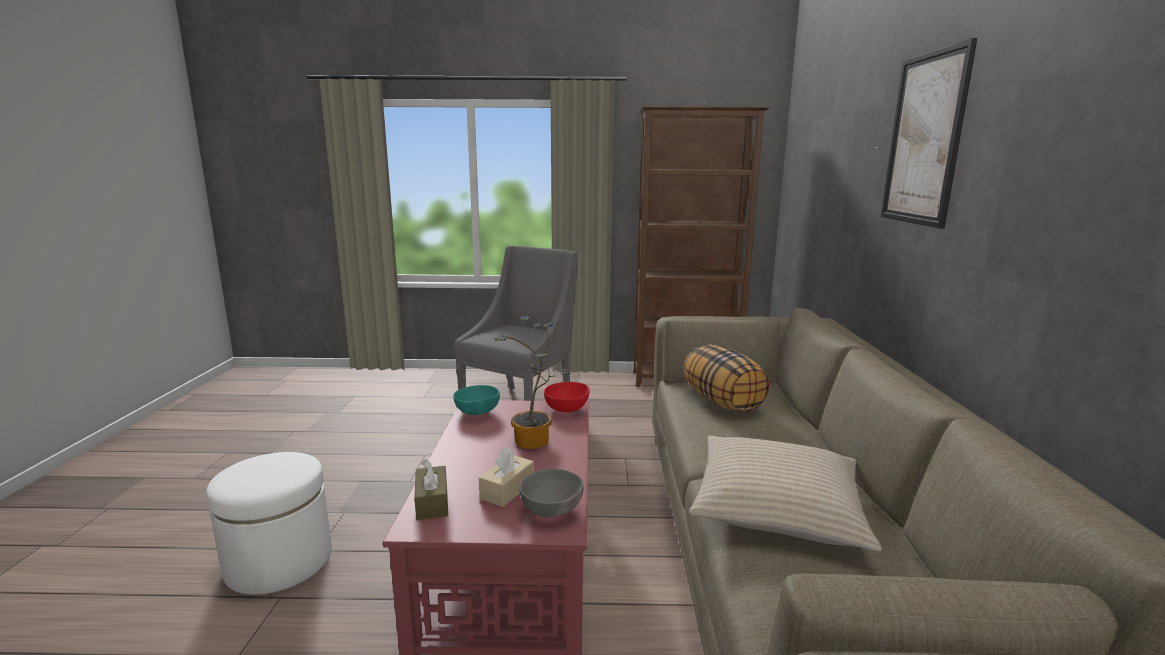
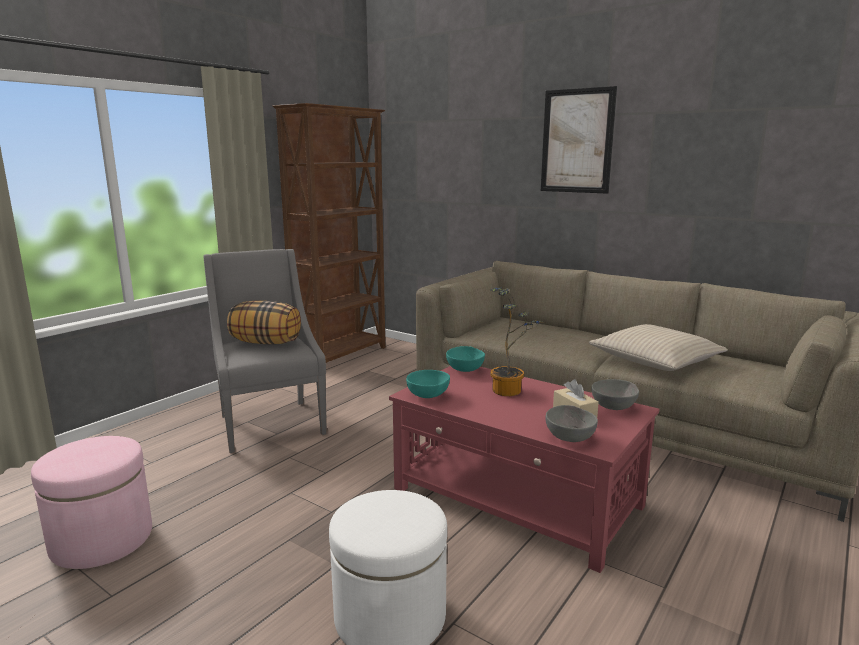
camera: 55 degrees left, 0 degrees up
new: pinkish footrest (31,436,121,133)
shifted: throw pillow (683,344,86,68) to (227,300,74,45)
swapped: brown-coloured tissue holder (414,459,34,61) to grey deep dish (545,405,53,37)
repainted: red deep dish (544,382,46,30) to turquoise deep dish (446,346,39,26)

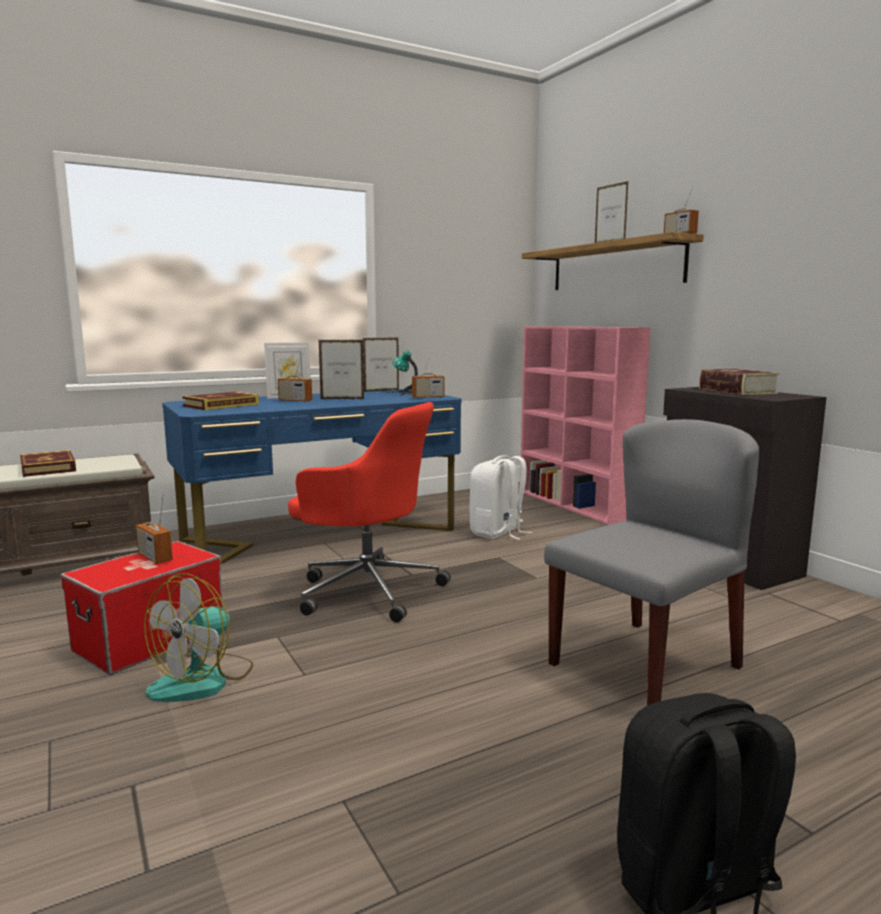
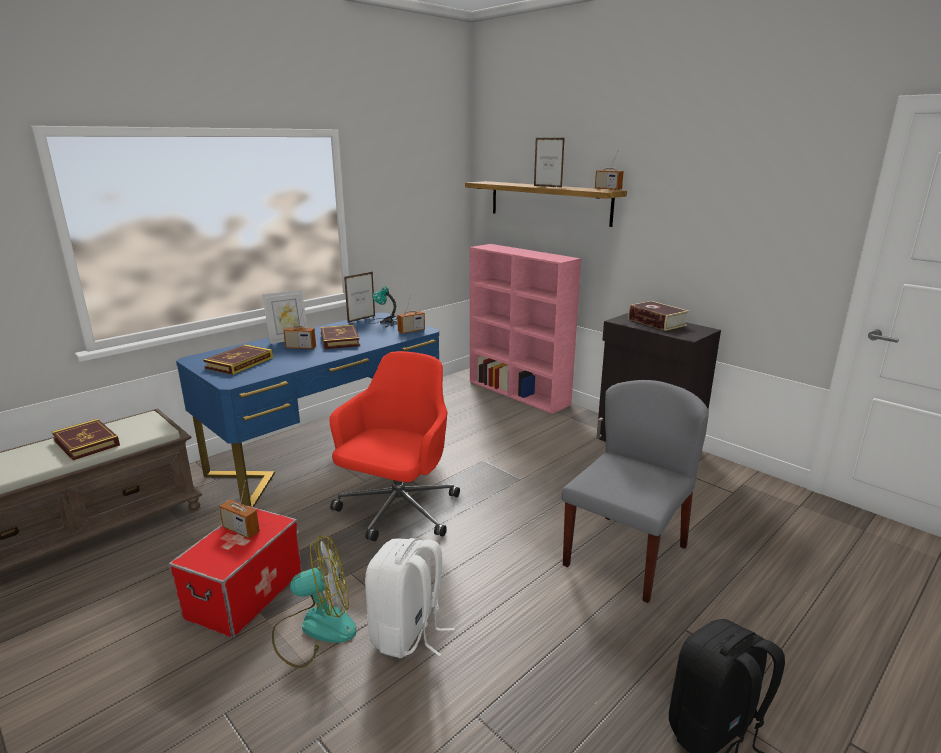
camera: 15 degrees left, 10 degrees up
shifted: white rucksack (469,455,64,85) to (365,538,90,120)
swapped: photo frame (319,340,45,59) to bound book (321,325,39,24)
rotated: electric fan (144,573,109,129) = (272,536,84,132) 120 degrees counterclockwise; red desk chair (288,402,163,221) = (330,351,130,190) 75 degrees counterclockwise

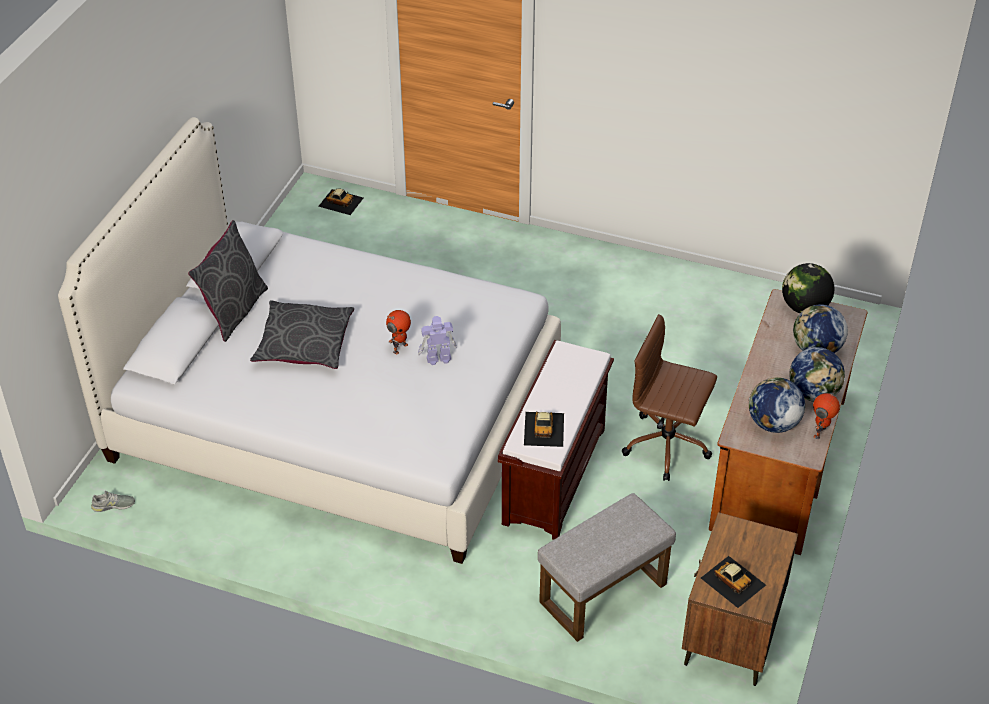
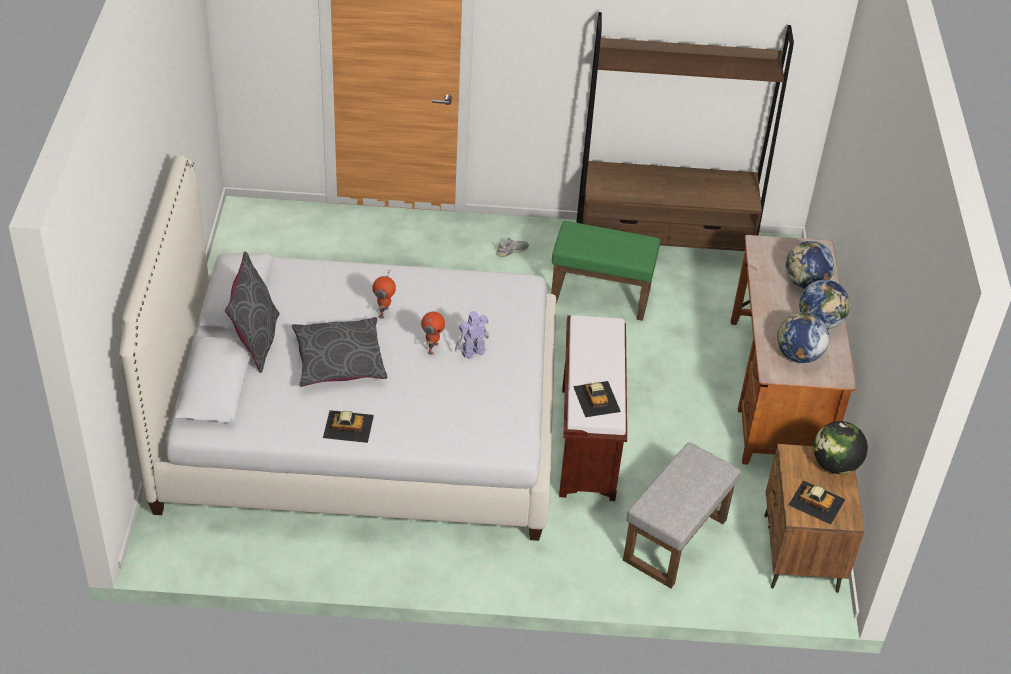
camera: 20 degrees left, 0 degrees up
gone: brown-coloured desk chair (622,314,95,167)
new: greenish footrest (551,221,109,100); brown-coloured bookshelf (576,12,218,239)
shifted: grey shoe (91,491,44,21) to (496,238,33,19); toy car (318,188,45,27) to (323,410,51,33); world globe (782,263,53,50) to (813,421,55,53); model robot (813,388,27,51) to (373,270,23,49)

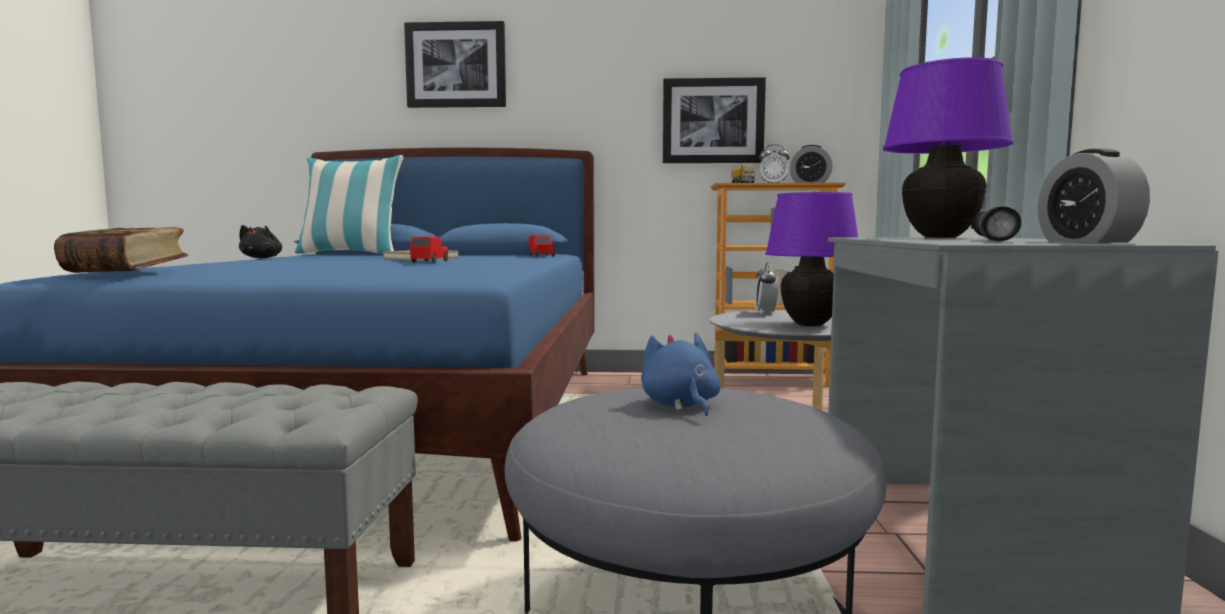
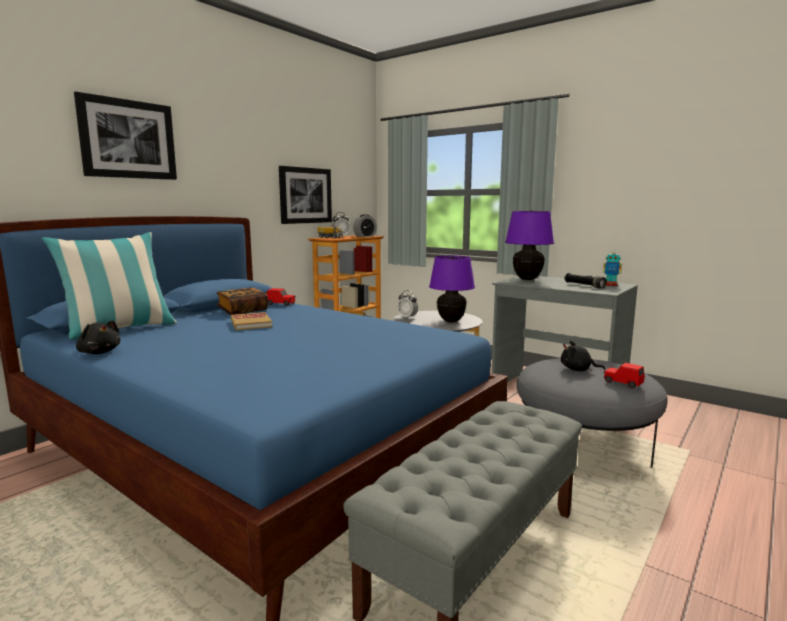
camera: 55 degrees left, 5 degrees up
shifted: bound book (54,227,134,46) to (216,287,52,28); red toy car (410,237,38,26) to (604,363,41,25)
swapped: alarm clock (1038,148,112,95) to model robot (603,251,19,35)
repainted: bluish plush toy (641,333,80,83) to blackish plush toy (561,341,44,31)

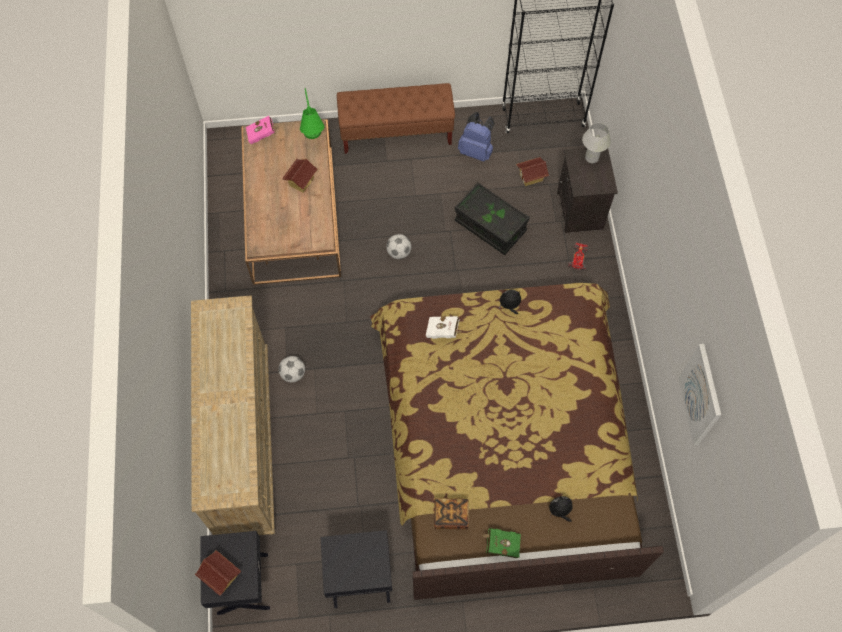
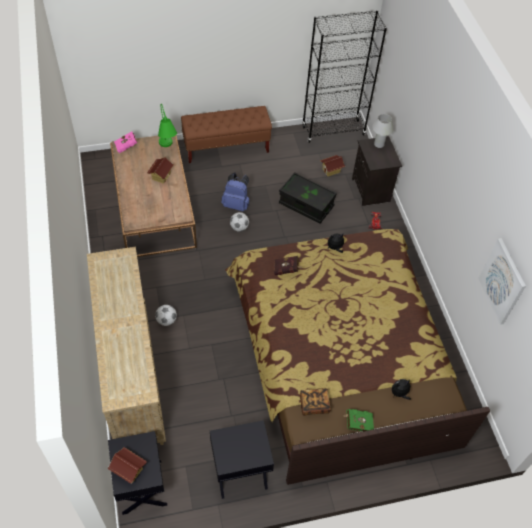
camera: 10 degrees left, 10 degrees down
shifted: bluish rucksack (458,112,37,50) to (222,172,27,39)
repainted: white bound book (426,316,35,23) to red bound book (274,256,28,19)

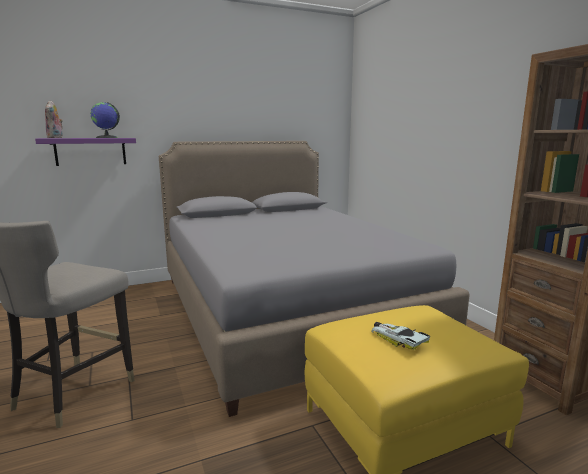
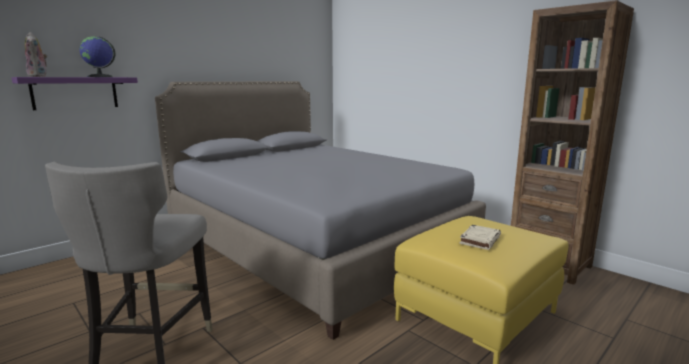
camera: 20 degrees left, 0 degrees up
swapped: toy car (371,322,59,28) to beige bound book (459,225,42,25)

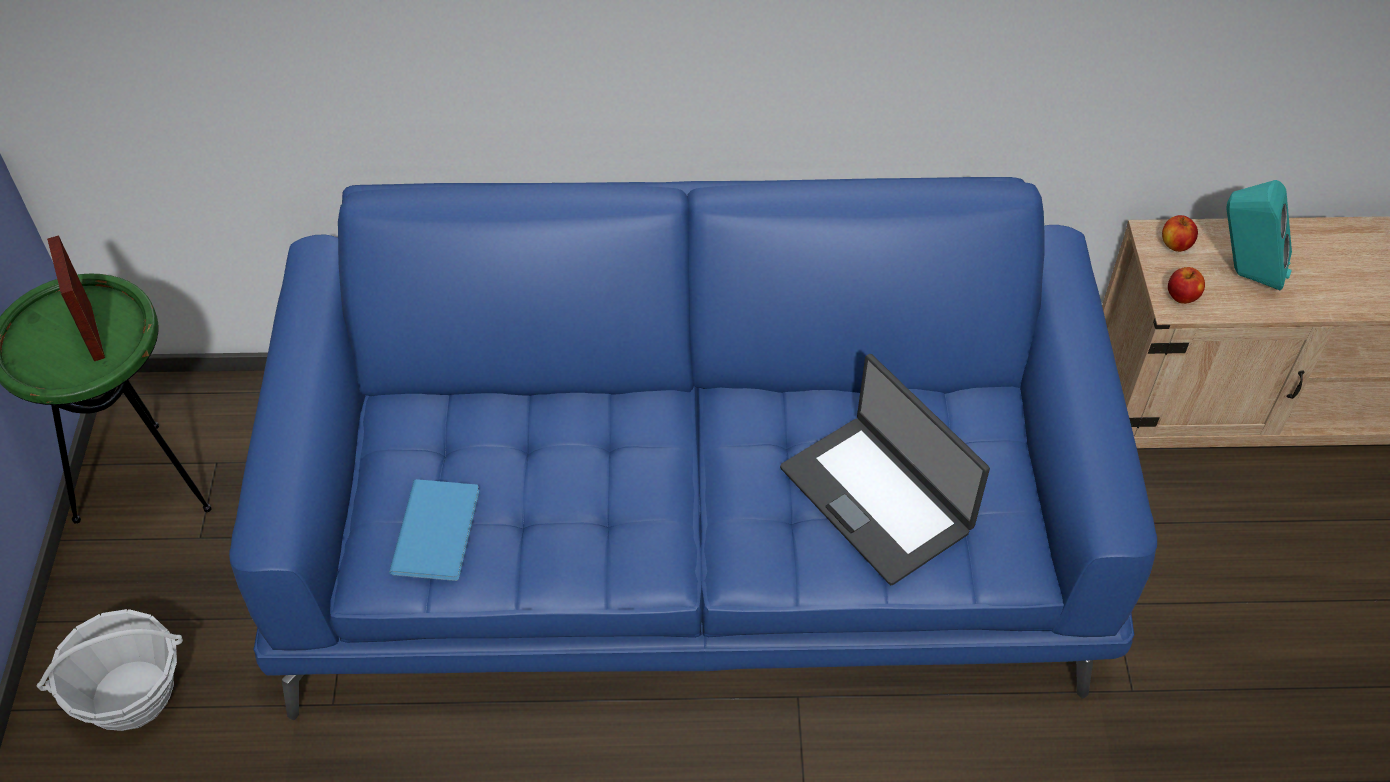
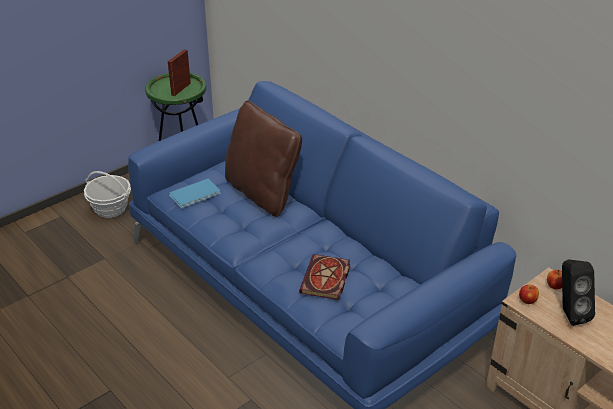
camera: 50 degrees right, 15 degrees down
new: brown-coloured throw pillow (225,100,77,117)
swapped: notebook computer (780,354,210,231) to bound book (299,254,51,46)
repainted: turquoise speaker (1226,180,66,111) to blackish speaker (562,260,33,66)

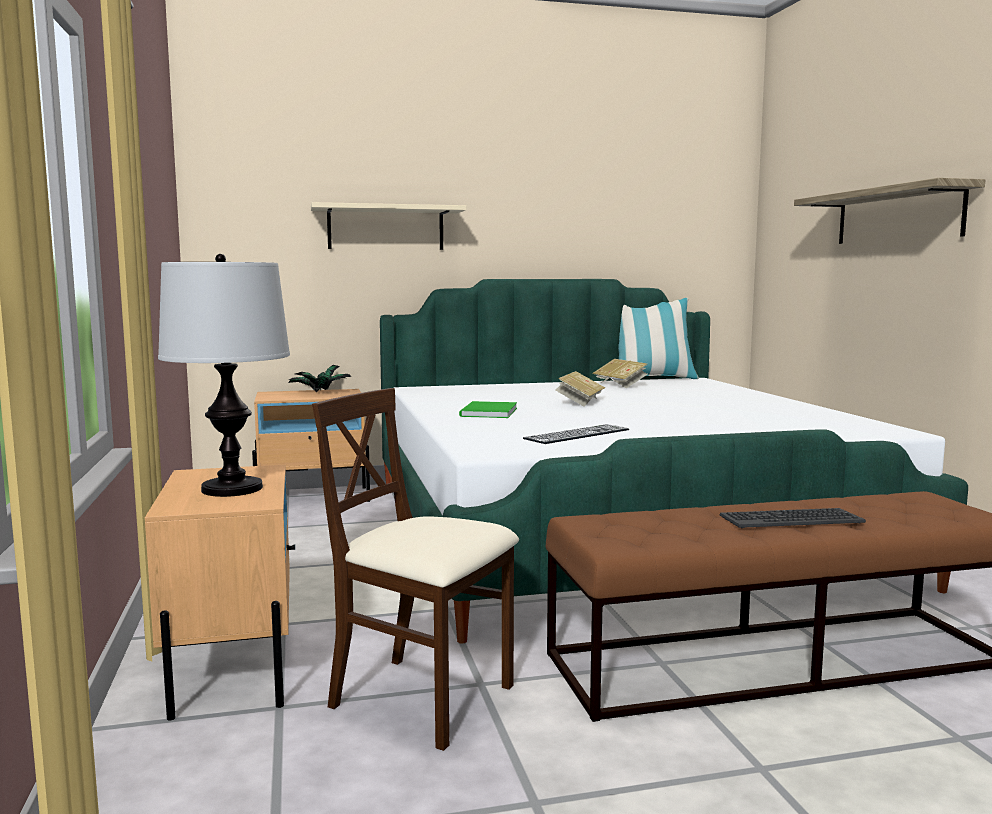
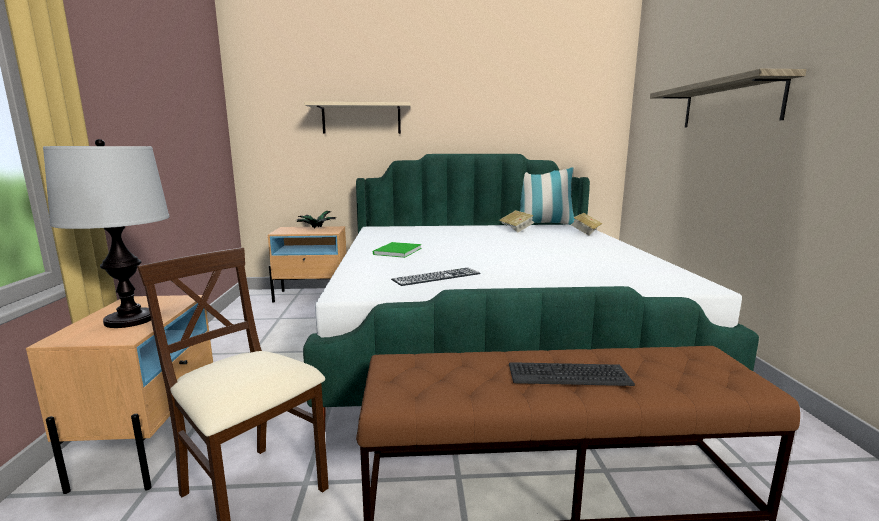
camera: 10 degrees right, 5 degrees up
shifted: bound book (555,371,50,35) to (571,213,32,23)

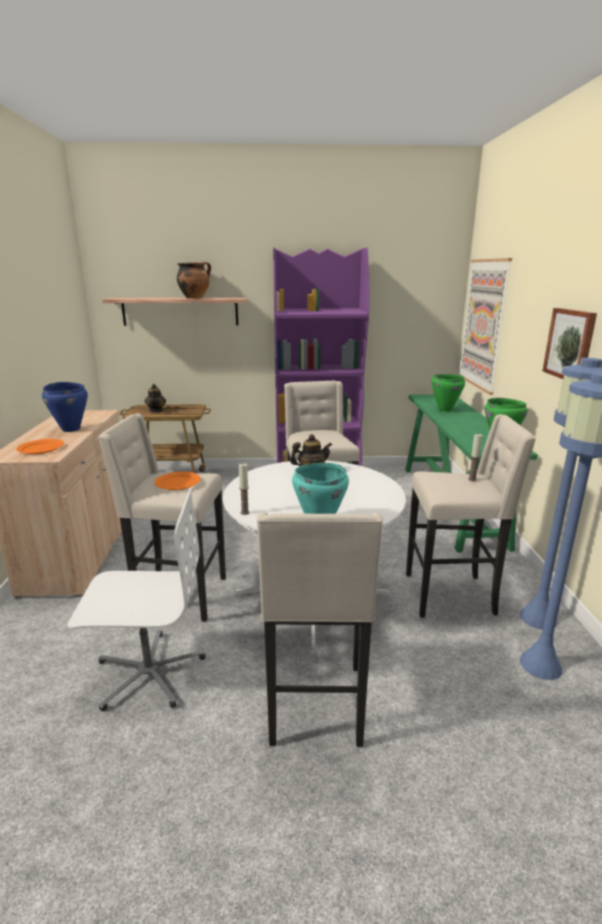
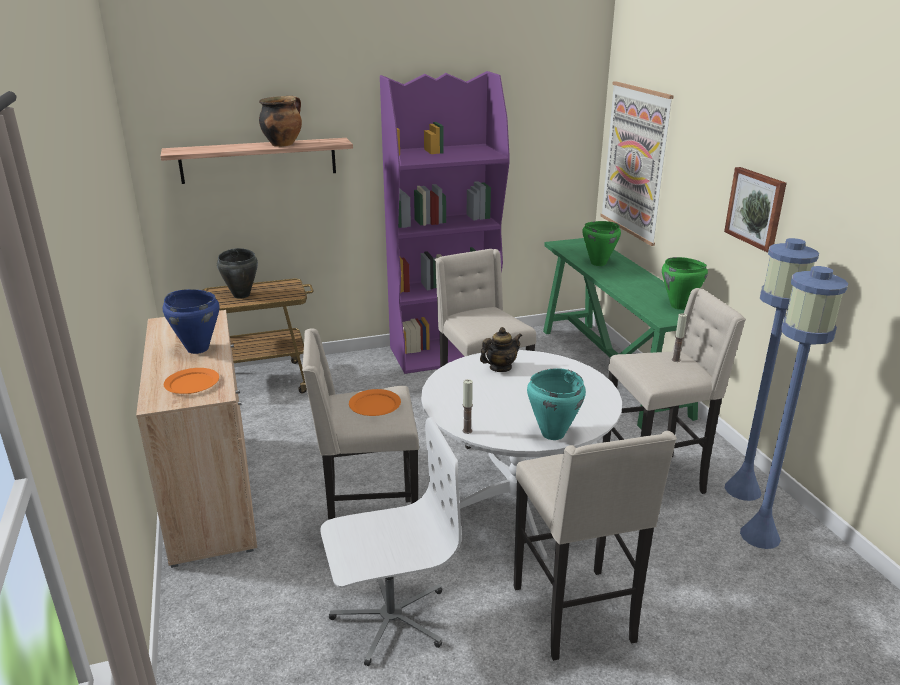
camera: 15 degrees left, 5 degrees up
swapped: teapot (145,384,21,29) to blackish saucepot (217,248,41,51)

